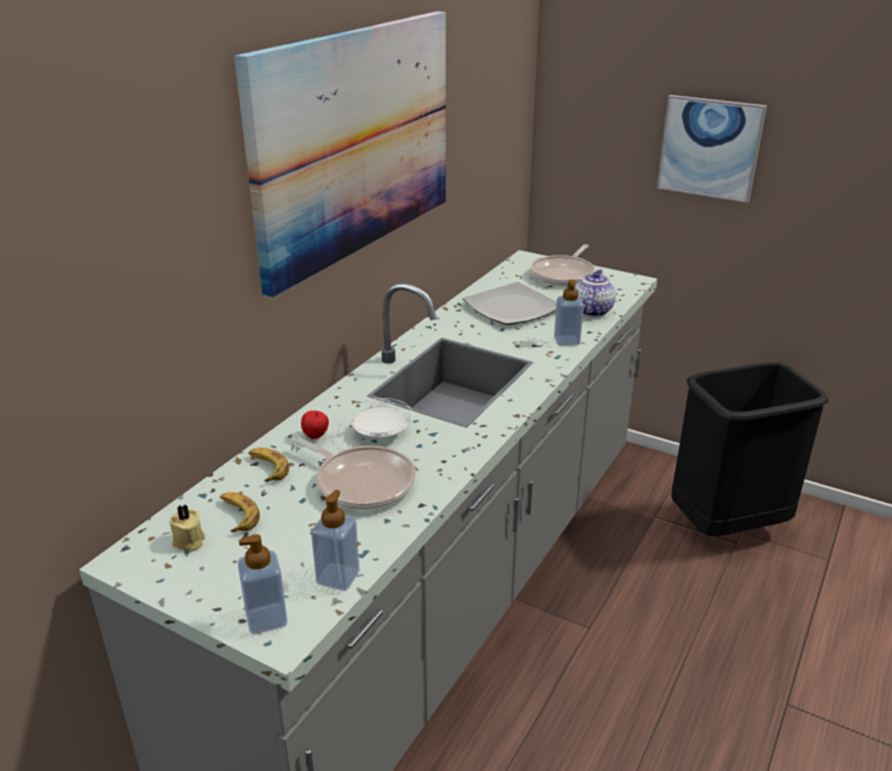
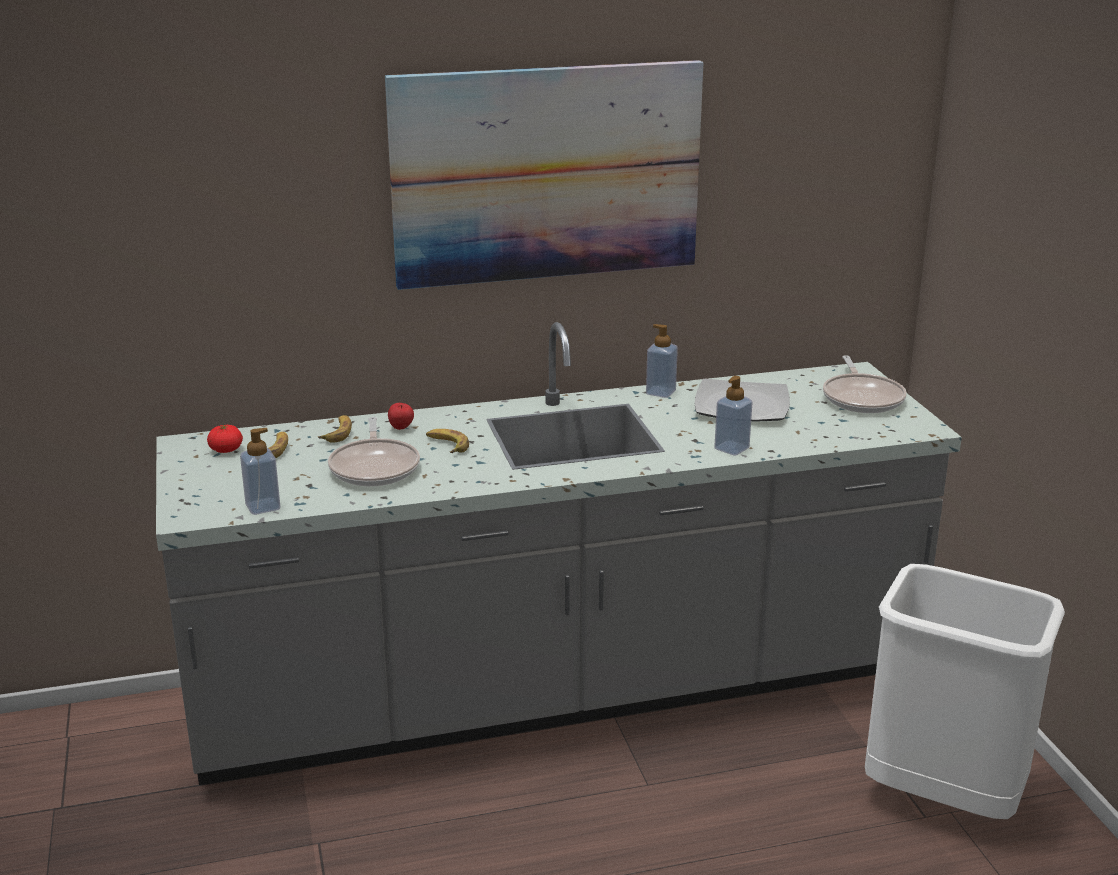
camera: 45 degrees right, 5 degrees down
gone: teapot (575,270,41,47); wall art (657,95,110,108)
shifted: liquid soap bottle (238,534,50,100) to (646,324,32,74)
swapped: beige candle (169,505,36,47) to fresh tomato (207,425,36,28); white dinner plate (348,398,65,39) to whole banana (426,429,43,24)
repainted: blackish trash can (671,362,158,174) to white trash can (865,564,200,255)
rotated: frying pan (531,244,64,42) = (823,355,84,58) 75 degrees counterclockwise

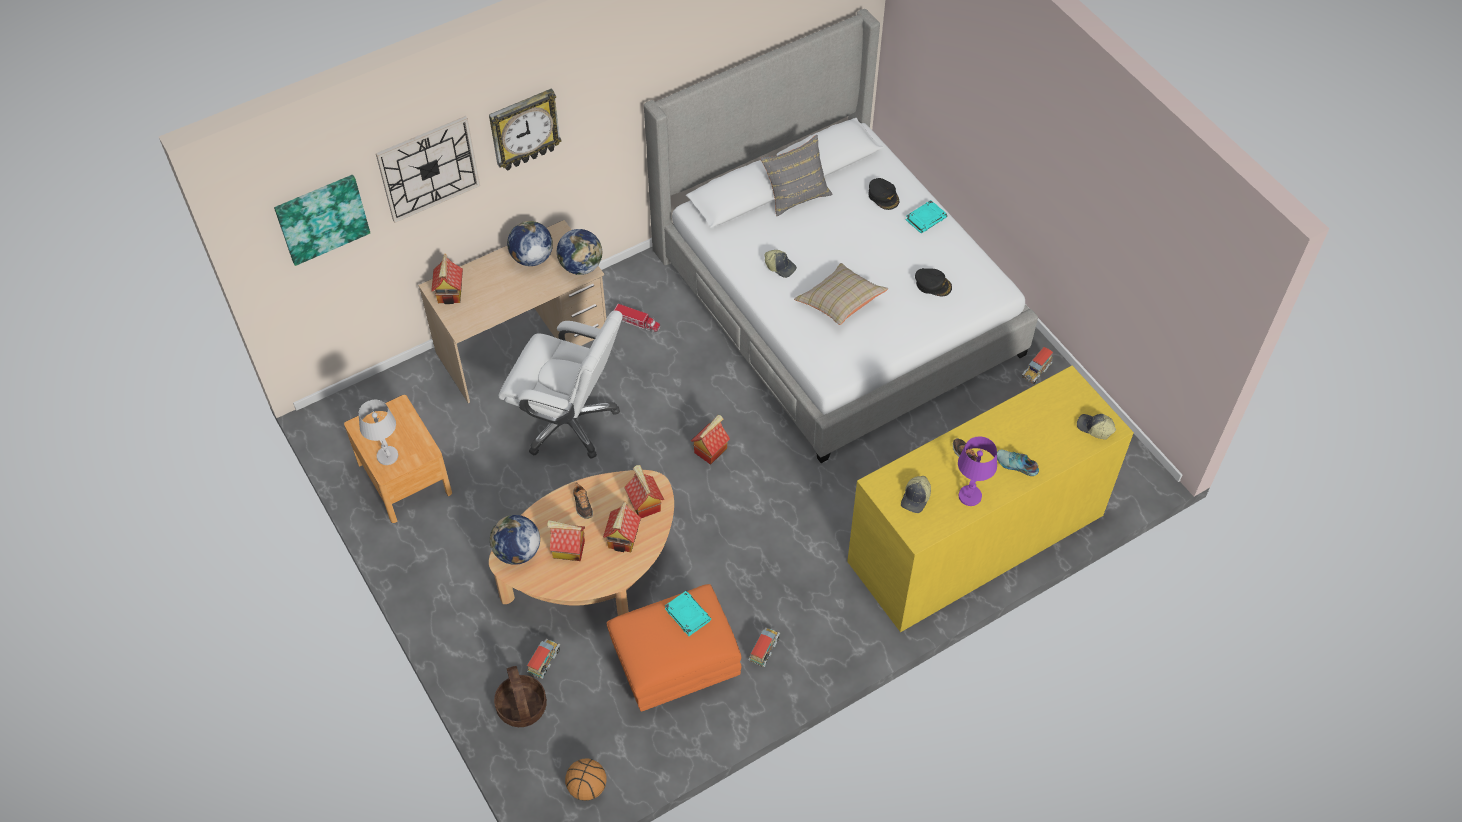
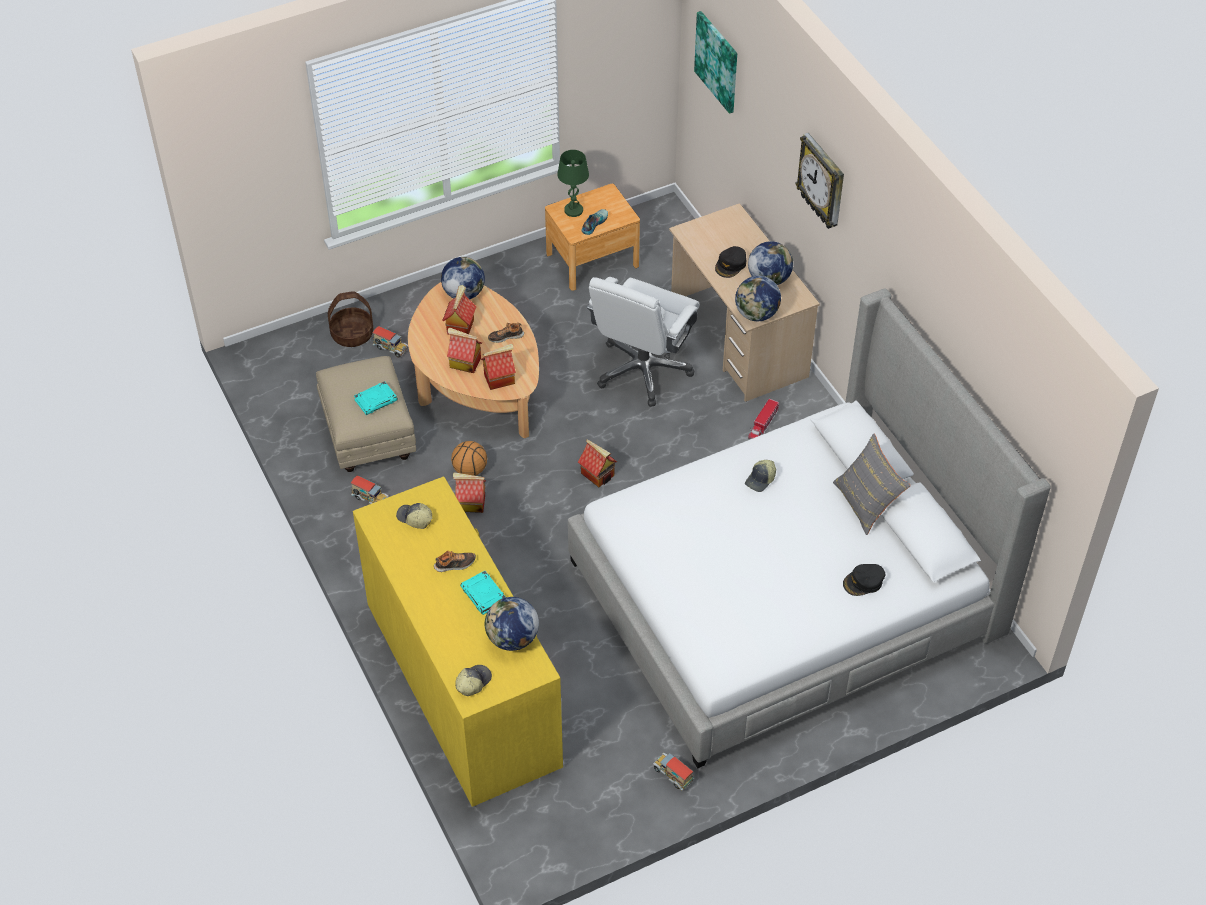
camera: 95 degrees right, 5 degrees down
gone: hanging clock (376,116,104,107); beige throw pillow (794,263,94,62); purplish tabletop lamp (958,436,39,70)
new: world globe (485,597,54,54)
shifted: miniature house (431,254,32,50) to (453,472,33,41); ball for basketball (565,758,41,43) to (451,441,36,35); turquoise bound book (905,200,42,33) to (460,571,46,44); blackish peaked cap (915,268,37,28) to (715,246,31,32); shoe (997,450,42,26) to (581,209,27,26)
repainted: white tabletop lamp (359,400,39,65) to greenish tabletop lamp (557,150,32,67); orangey footrest (607,584,134,128) to beige footrest (316,356,100,116)

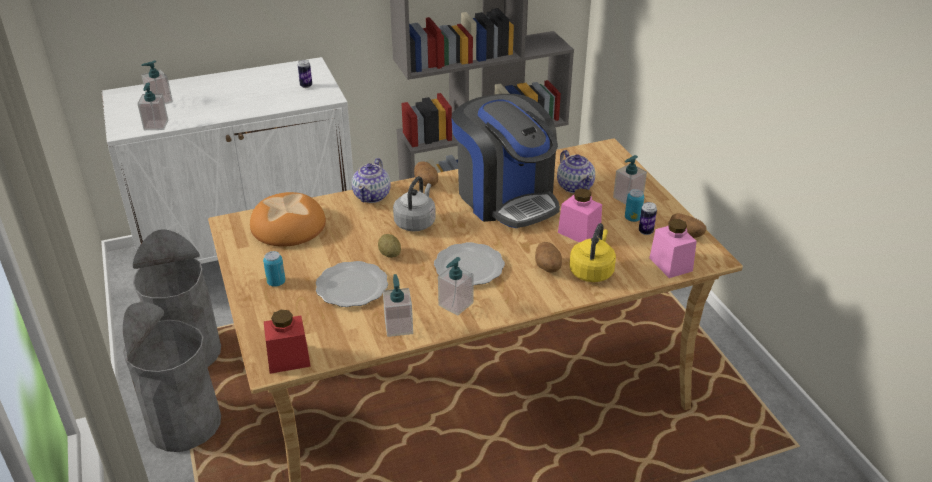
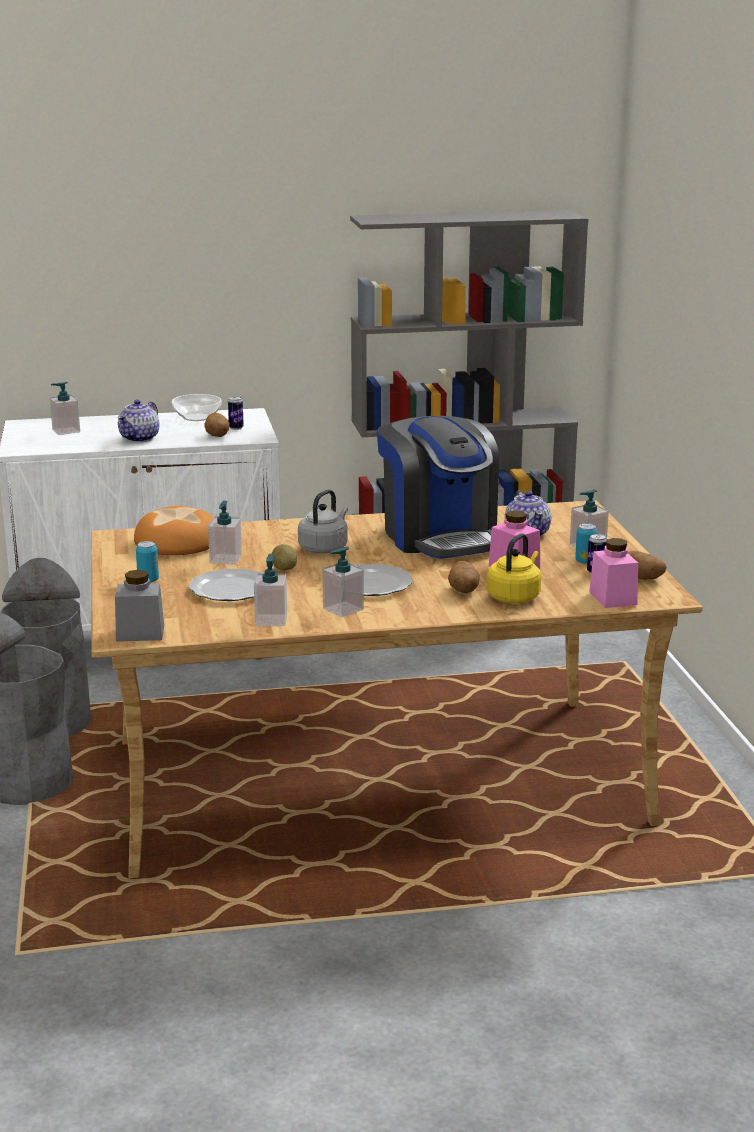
camera: 10 degrees right, 15 degrees down
new: deep dish (172,394,50,27)
shifted: liquid soap bottle (137,83,31,47) to (208,501,34,64); teapot (352,158,39,45) to (118,400,41,42); spud (414,162,24,25) to (204,413,26,24)
repainted: red jar (264,310,47,64) to grey jar (115,570,49,72)

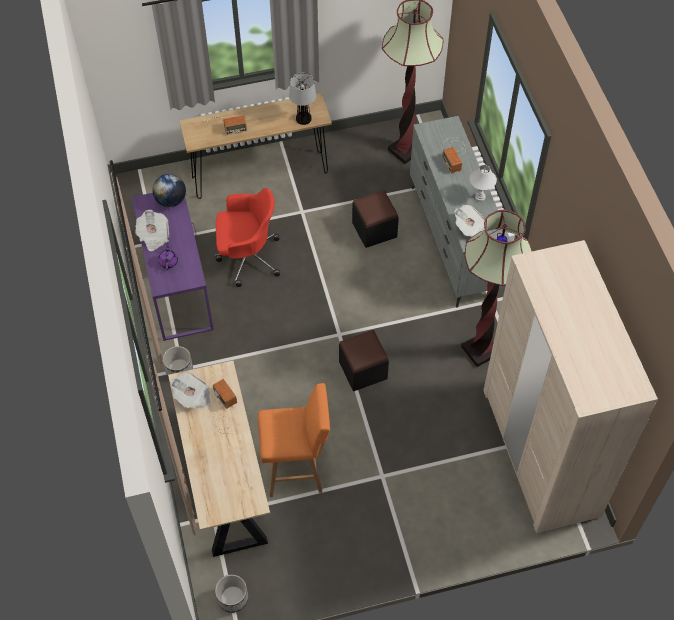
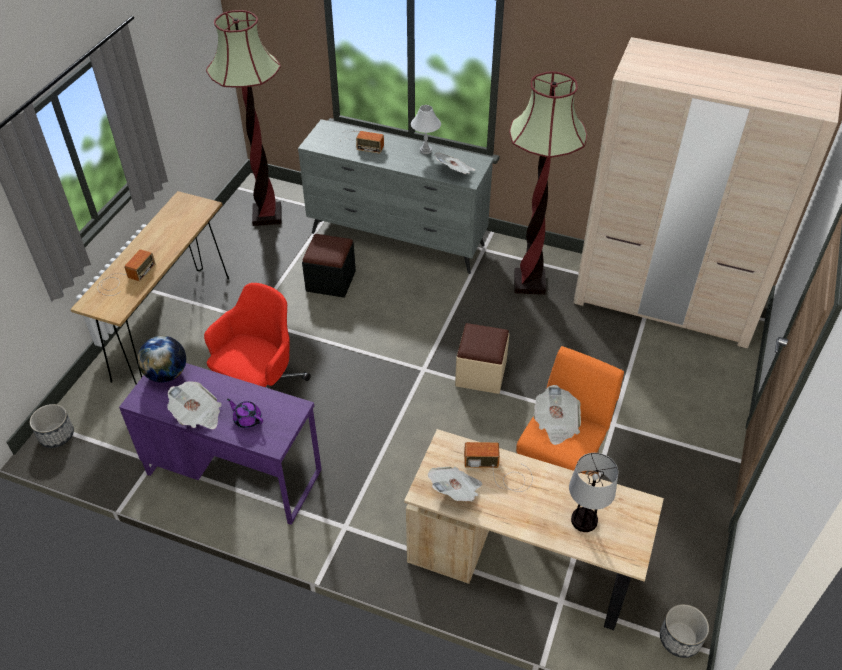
camera: 55 degrees left, 10 degrees down
new: daily paper (533,385,48,60)
shifted: plant pot (163,346,30,30) to (30,404,44,44); tabletop lamp (289,73,27,52) to (569,453,49,79)
repainted: blackish footrest (339,330,50,61) to beige footrest (455,323,54,71)

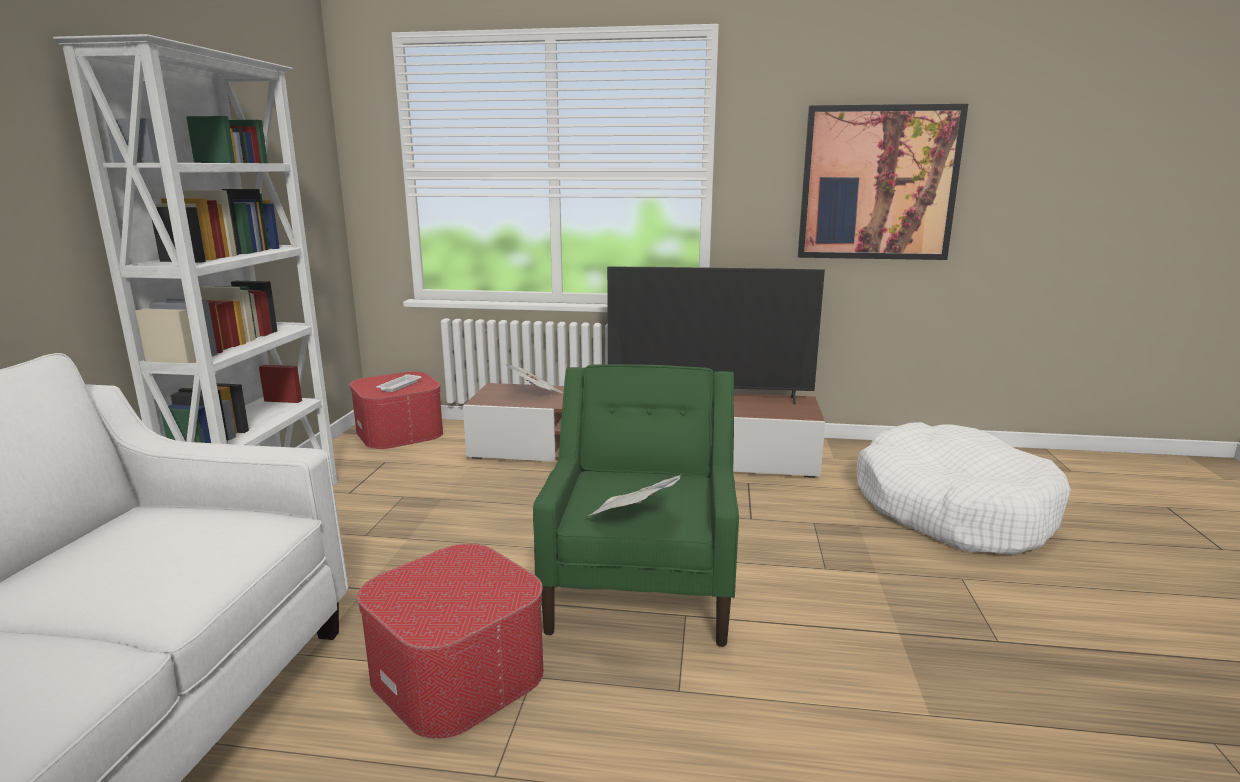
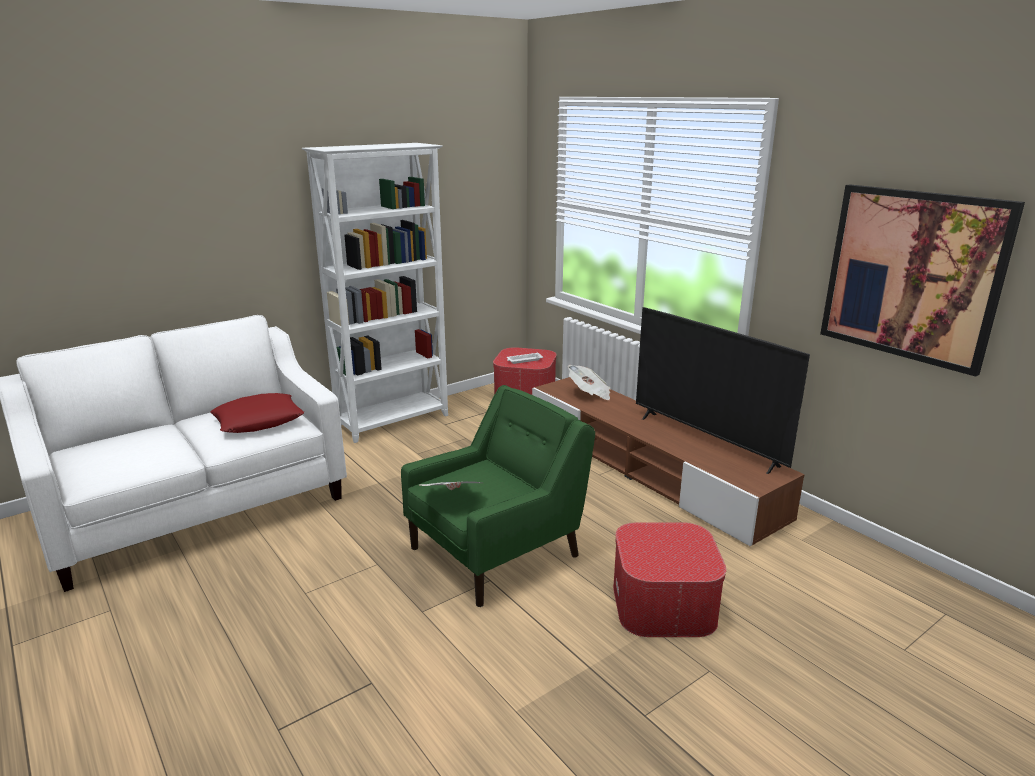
camera: 45 degrees right, 5 degrees up
gone: white dog bed (857,422,214,134)
new: red throw pillow (210,393,94,40)
shifted: footrest (357,543,187,196) to (613,522,113,115)

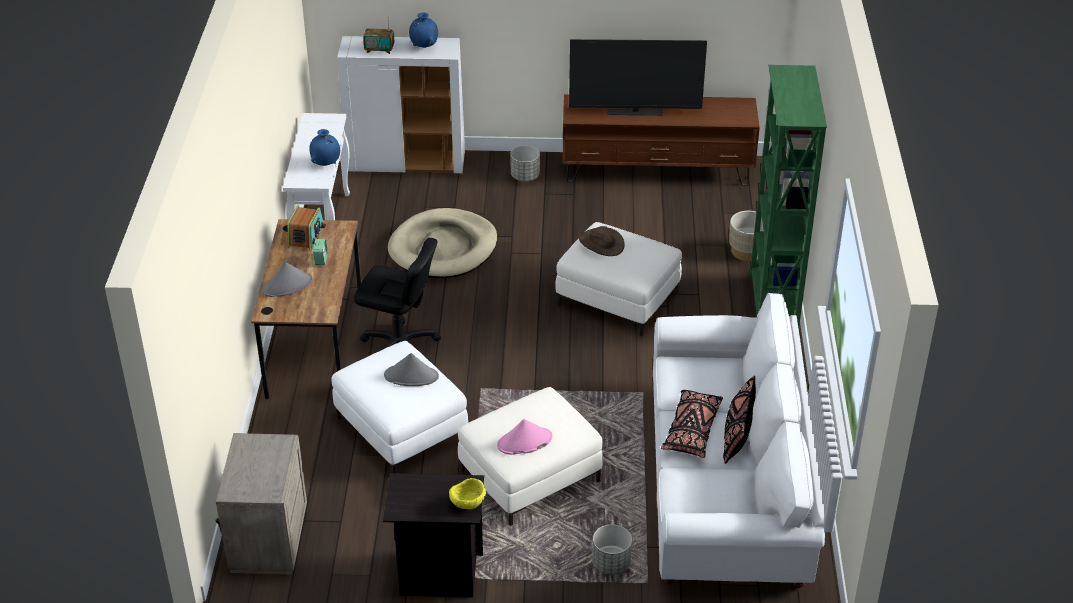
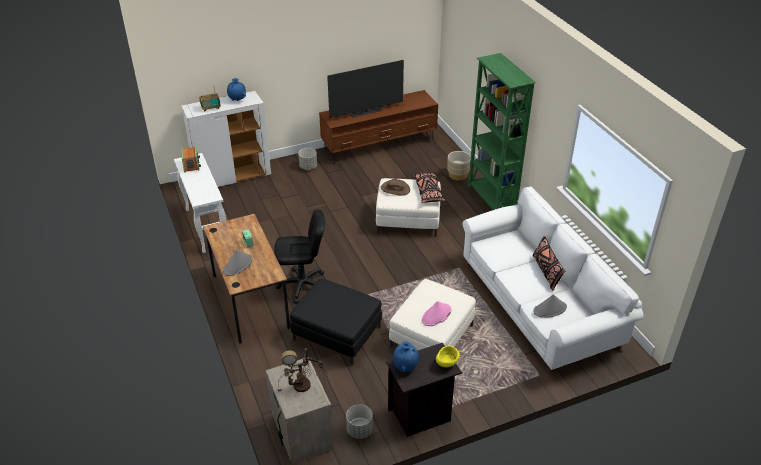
camera: 25 degrees left, 0 degrees up
gone: beige dog bed (388,208,109,70)
new: tabletop lamp (277,348,51,44)
shifted: radio (287,205,39,45) to (181,146,20,27); bluish decorative vase (309,129,31,37) to (393,341,26,31); grey hat (384,353,55,33) to (533,294,34,24); grey plant pot (592,525,40,50) to (346,404,27,35); blackish throw pillow (661,390,62,68) to (414,172,31,31)
repainted: white footrest (331,341,137,132) to blackish footrest (290,278,92,87)

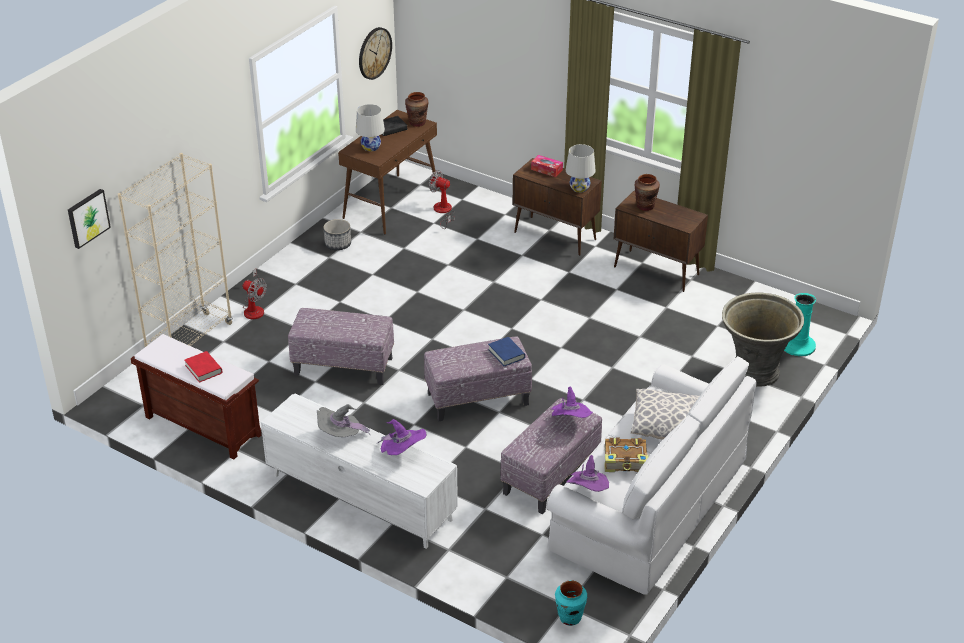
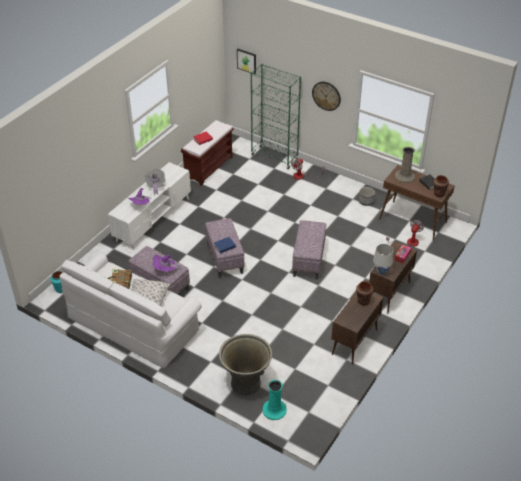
camera: 90 degrees right, 5 degrees up
gone: purplish hat (566,455,43,37)
shifted: footrest (288,308,106,77) to (292,220,35,60); hanging clock (359,27,33,53) to (312,82,29,29)
swapped: white tabletop lamp (356,104,29,47) to beige decorative vase (395,147,20,36)
repainted: beige bookshelf (118,153,115,194) to greenish bookshelf (251,64,50,105)

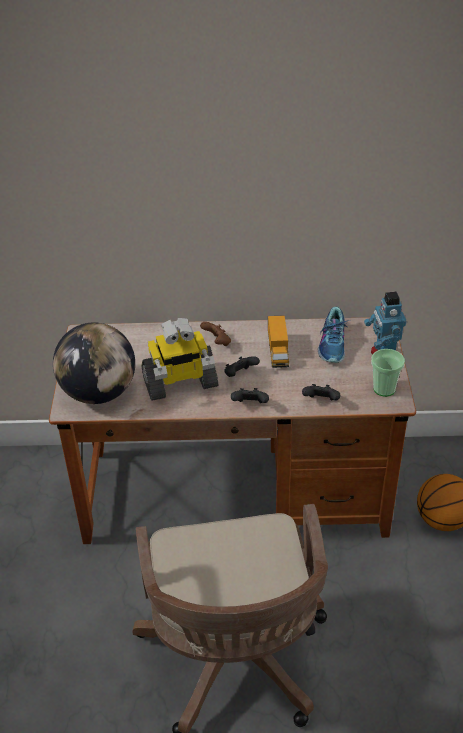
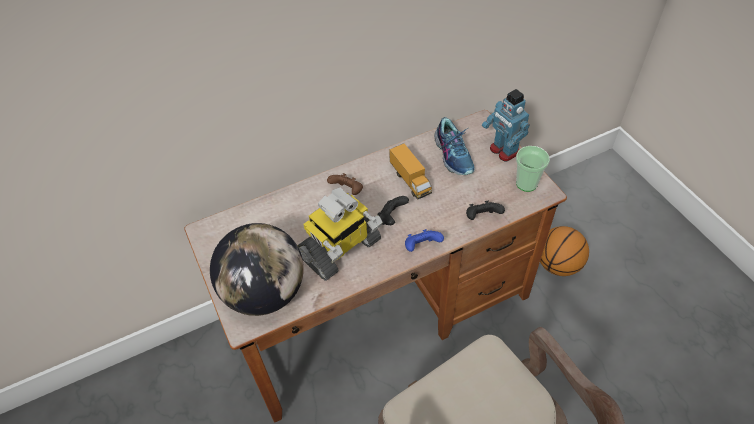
camera: 25 degrees left, 10 degrees up
repainted: blackish gamepad (231,388,38,15) to bluish gamepad (405,229,39,23)

